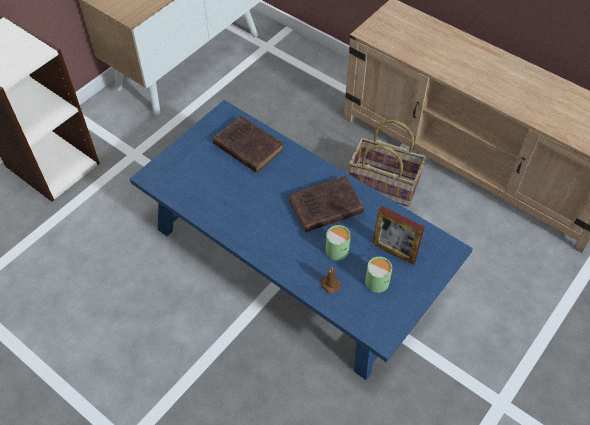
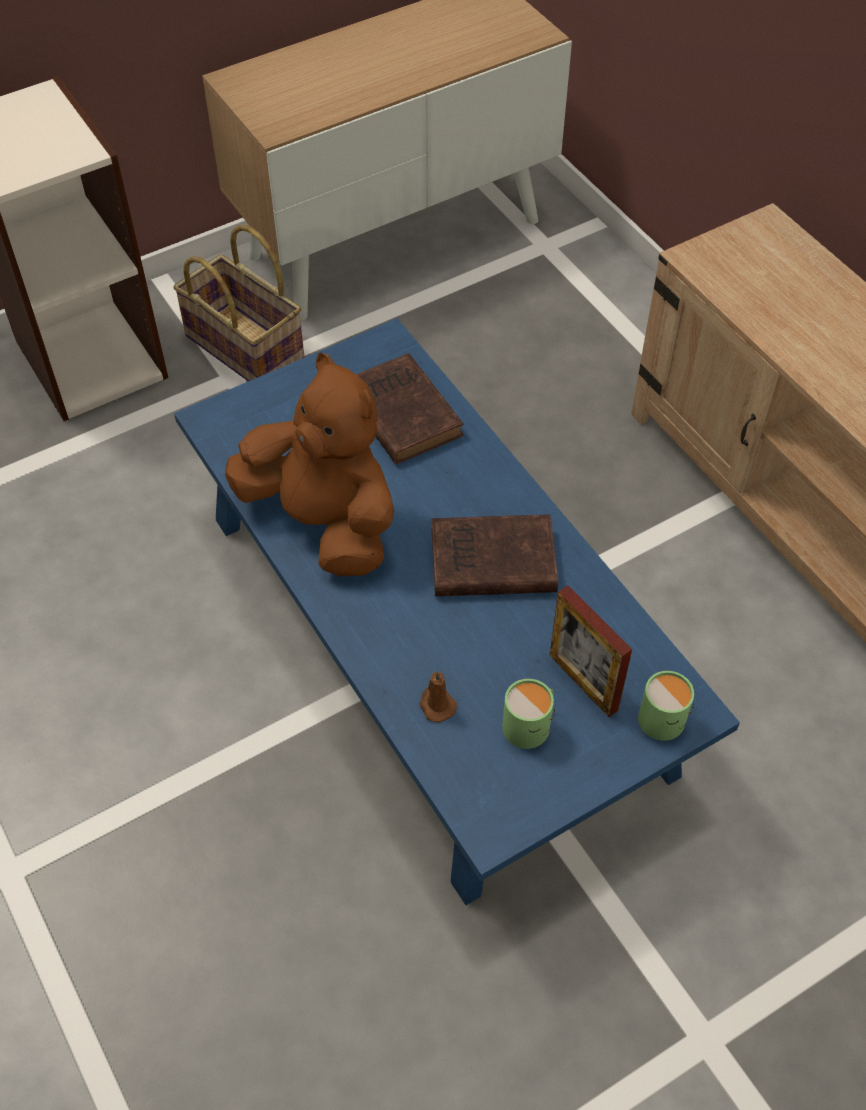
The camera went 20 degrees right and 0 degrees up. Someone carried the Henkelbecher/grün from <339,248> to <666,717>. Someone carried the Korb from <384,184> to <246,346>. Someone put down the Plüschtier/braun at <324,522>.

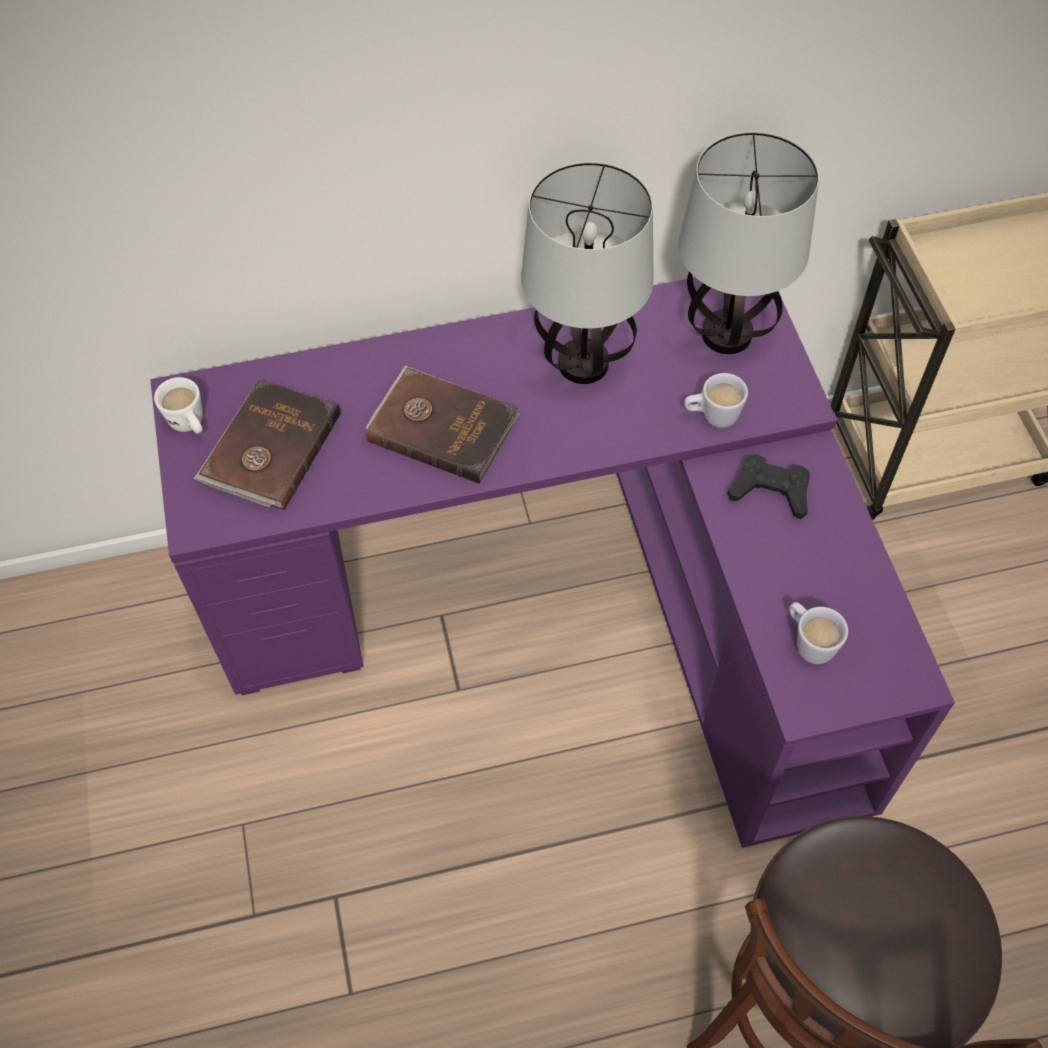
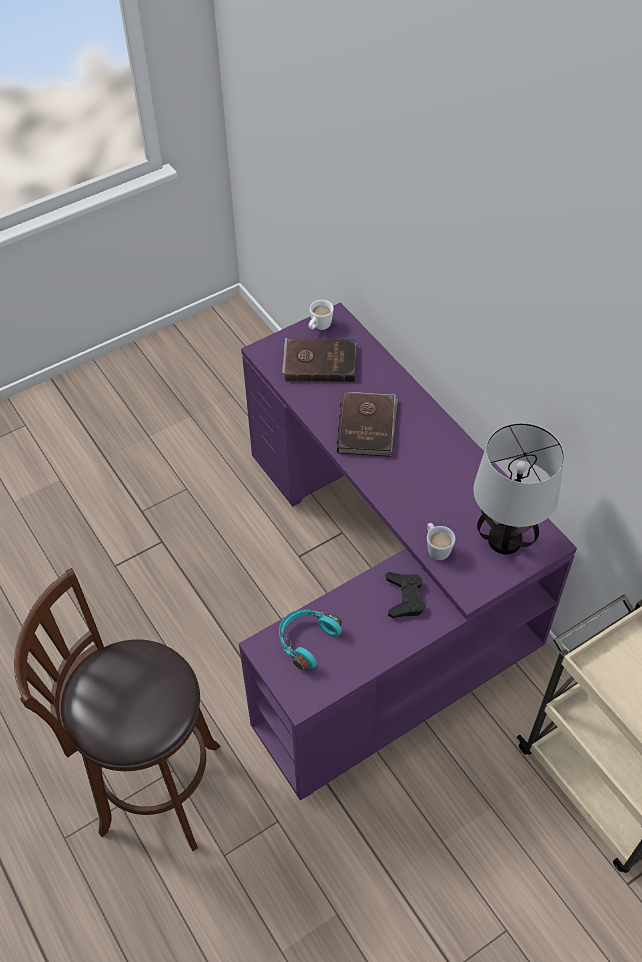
The camera went 70 degrees right and 5 degrees down. Someone took away the Tischlampe at <582,365>. Someone swapped the Henkelbecher/weiß at <808,642> for the Kopfhörer/türkis at <306,640>.

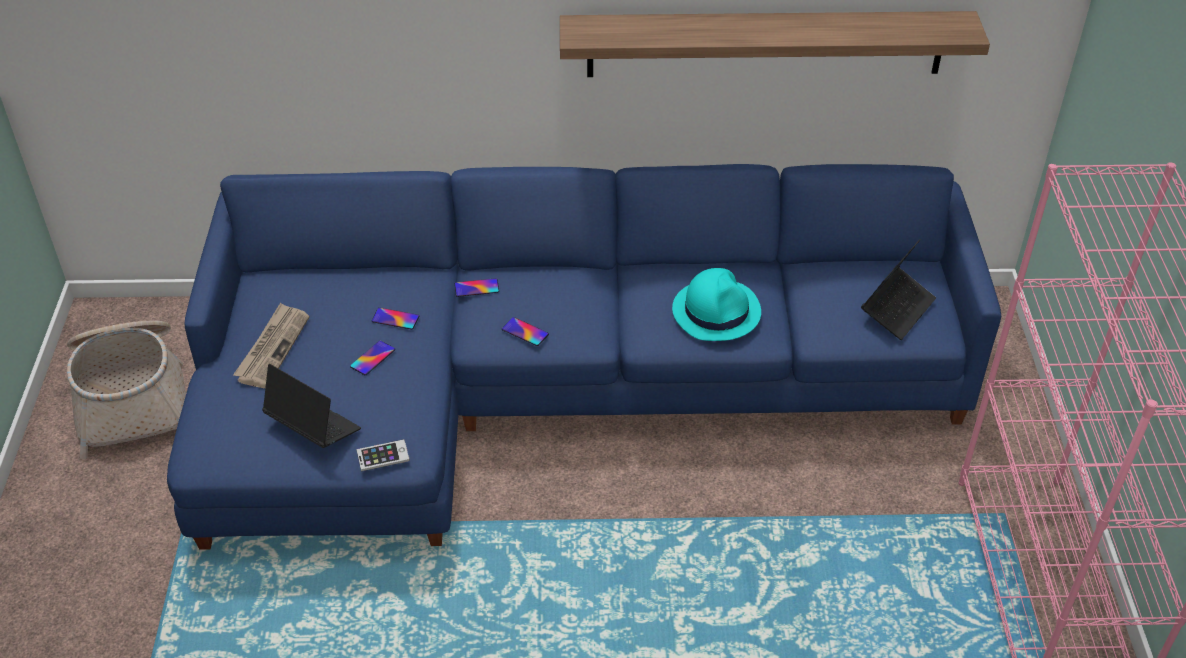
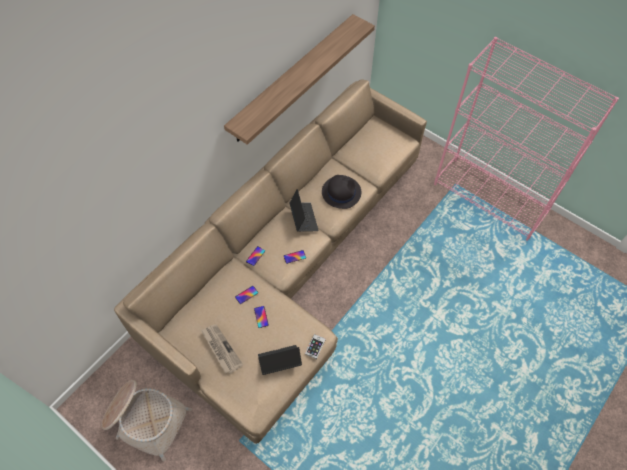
The camera went 50 degrees left and 15 degrees up. Someone repainted the Sofa/blau at <548,389>, which became the Sofa/beige at <286,267>. Someone repainted the Hut/türkis at <716,311>, which became the Hut/schwarz at <341,192>. Someone carried the Laptop from <897,309> to <303,218>.

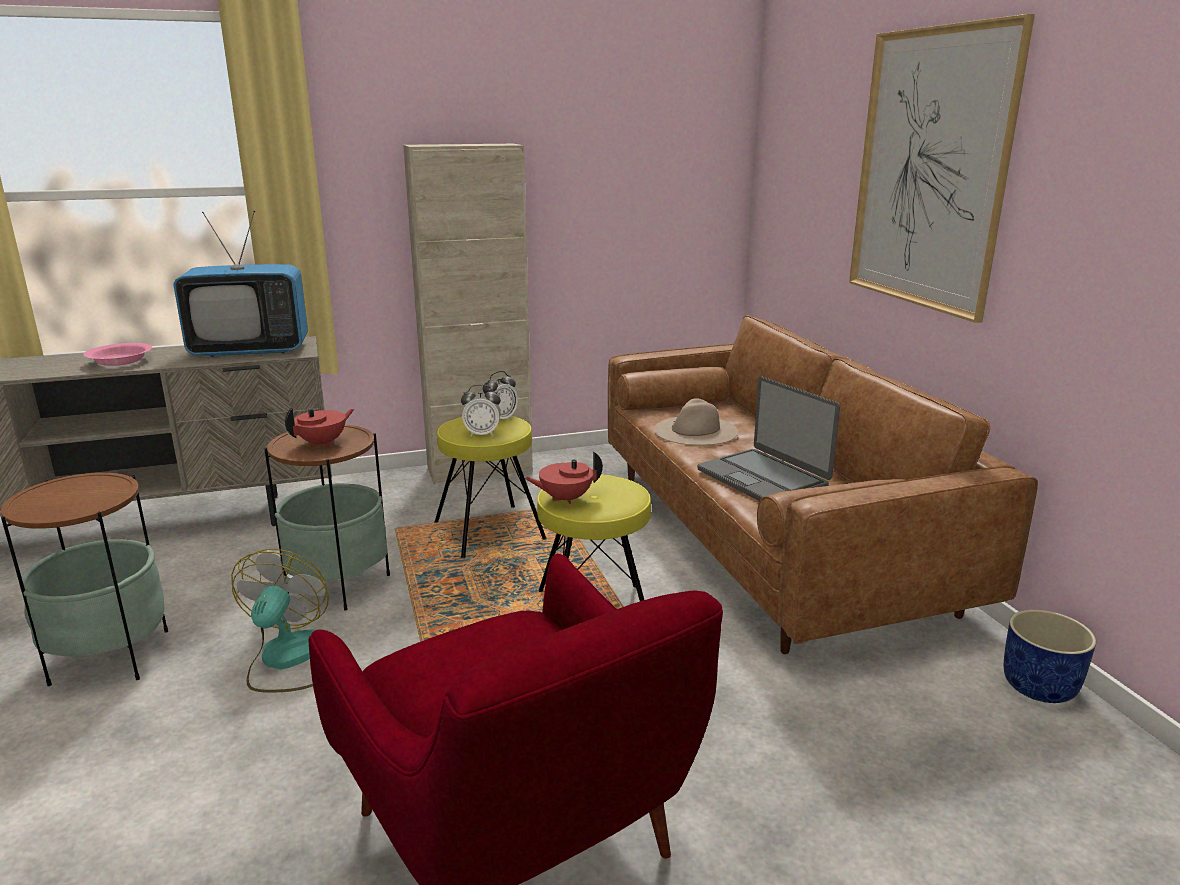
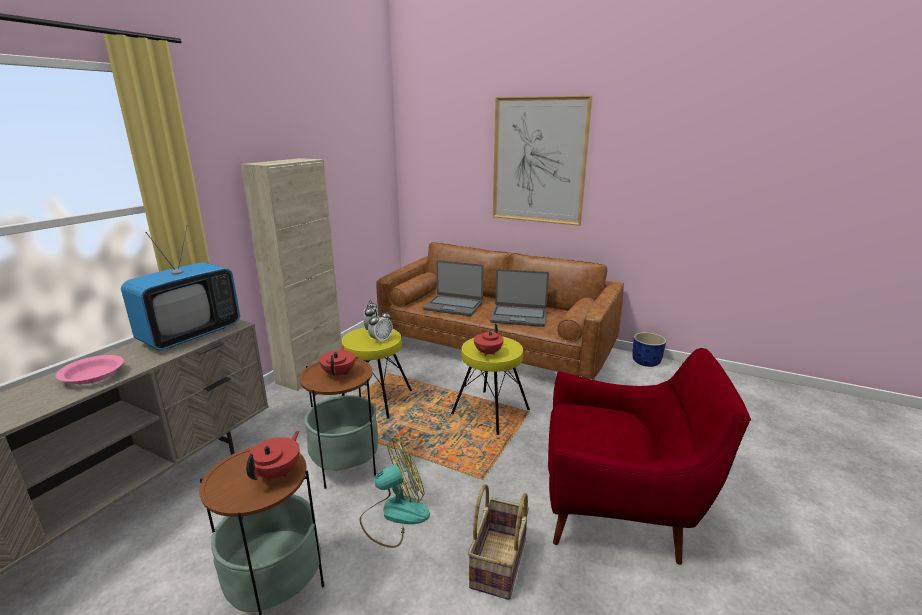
The camera went 45 degrees left and 0 degrees up. Someone rotated the Ventilator at <289,660> by 105 degrees clockwise. Someone swapped the Hut/beige at <695,430> for the Laptop at <453,306>. Someone put down the Teekanne/rot at <278,472>. Someone put down the Korb at <499,563>.

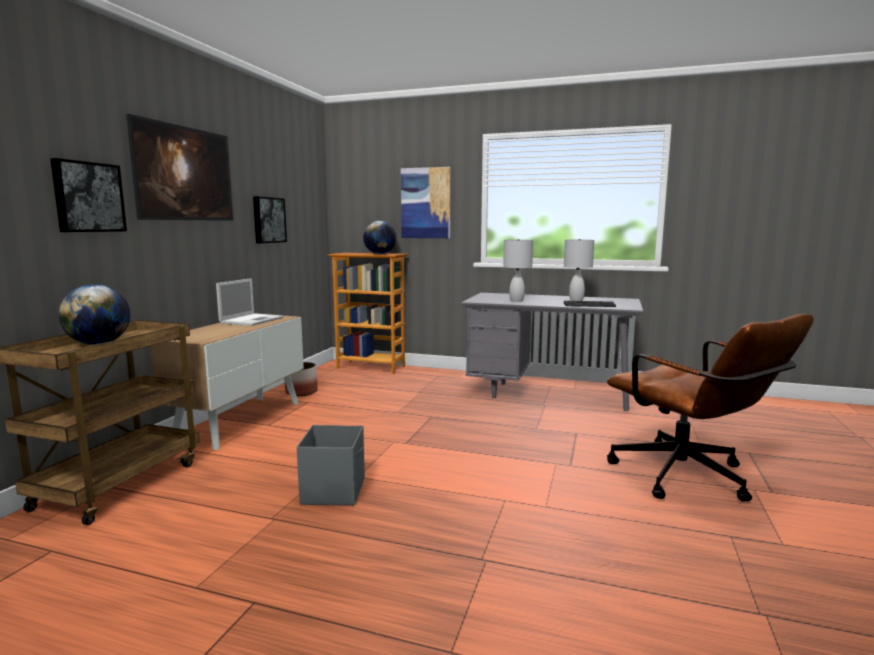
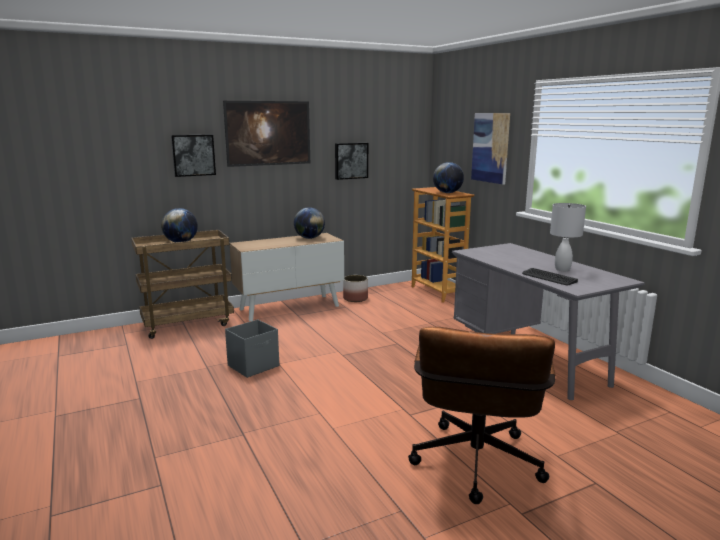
The camera went 45 degrees right and 5 degrees up. Someone swapped the Laptop at <252,320> for the Globus at <309,238>. Someone took away the Tischlampe/weiß at <517,300>.

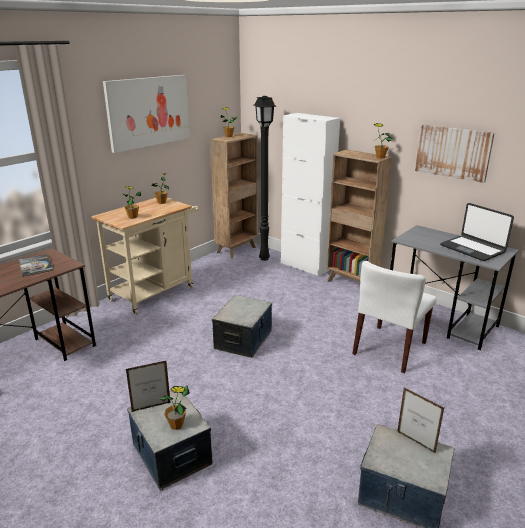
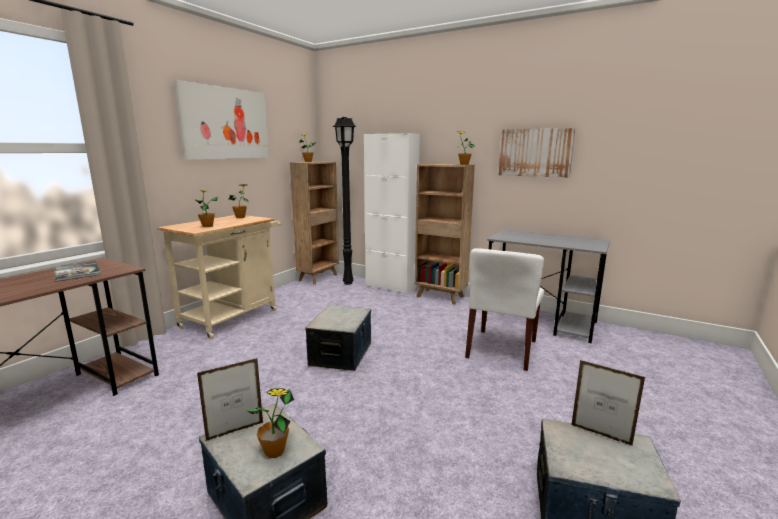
The camera went 10 degrees left and 10 degrees down. Someone took away the Laptop at <472,249>.

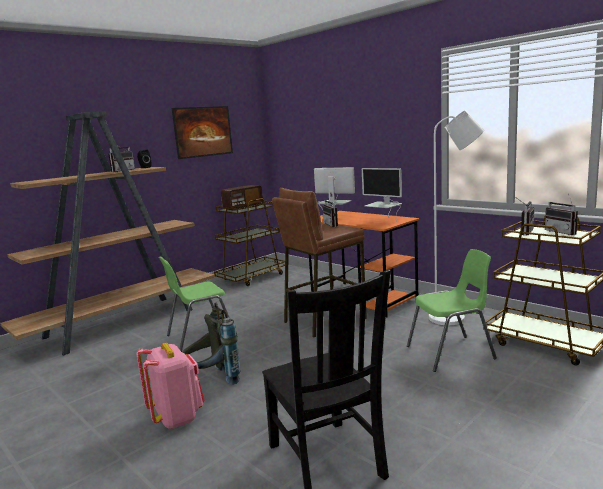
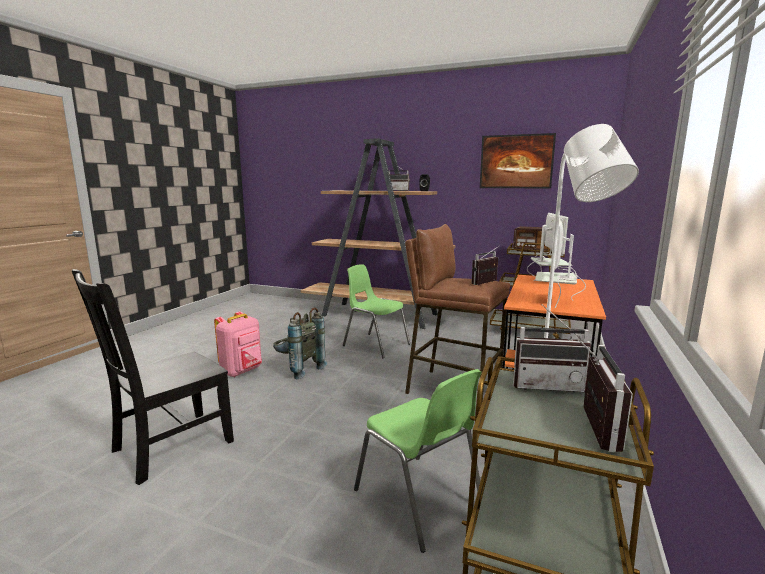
The camera went 65 degrees right and 0 degrees up. Someone rotated the Radio at <563,232> by 150 degrees clockwise.

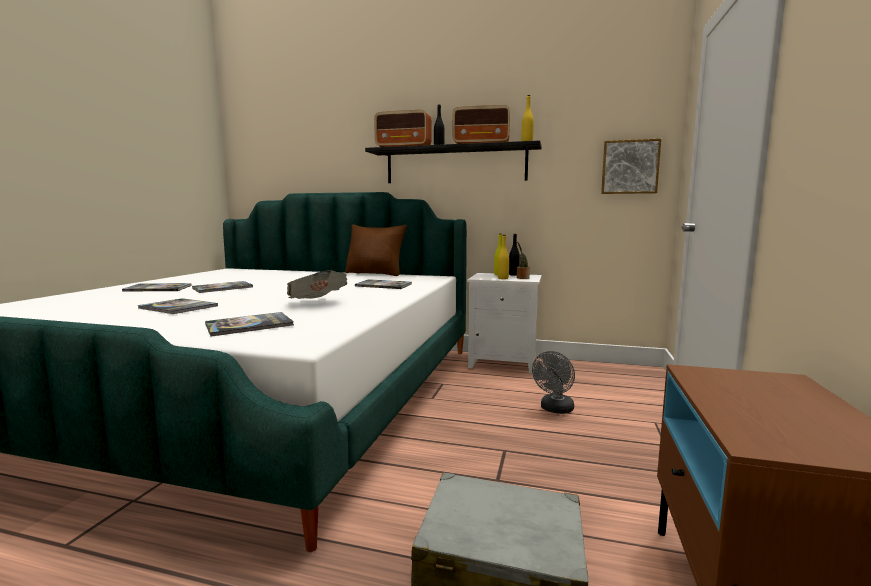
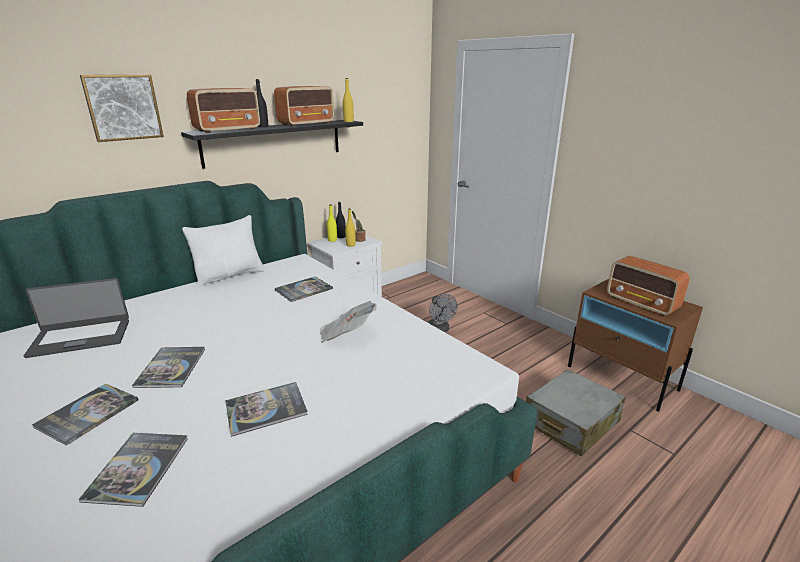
The camera went 55 degrees left and 15 degrees up. Someone carried the Buch from <249,325> to <138,468>. Someone repainted the Kissen/braun at <375,274>, which became the Kissen/weiß at <230,275>. Someone carried the Bild from <630,167> to <123,107>. Someone put down the Laptop at <81,337>. Someone put down the Radio at <642,303>.

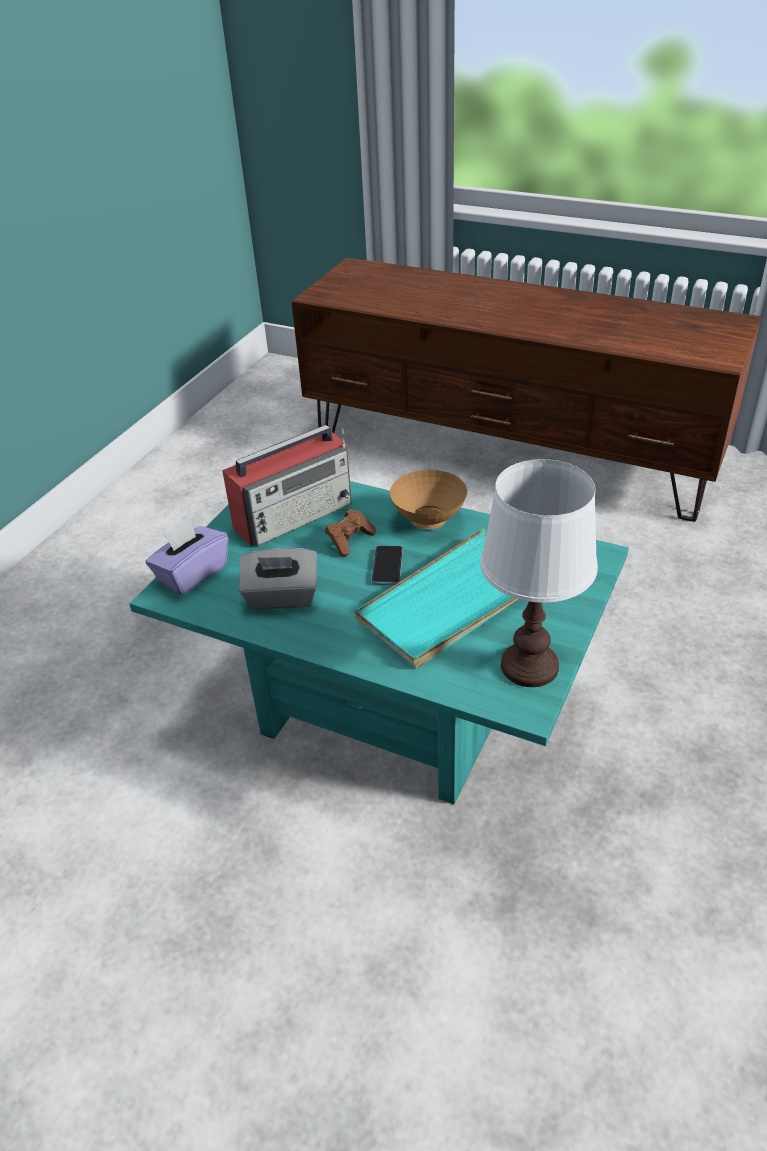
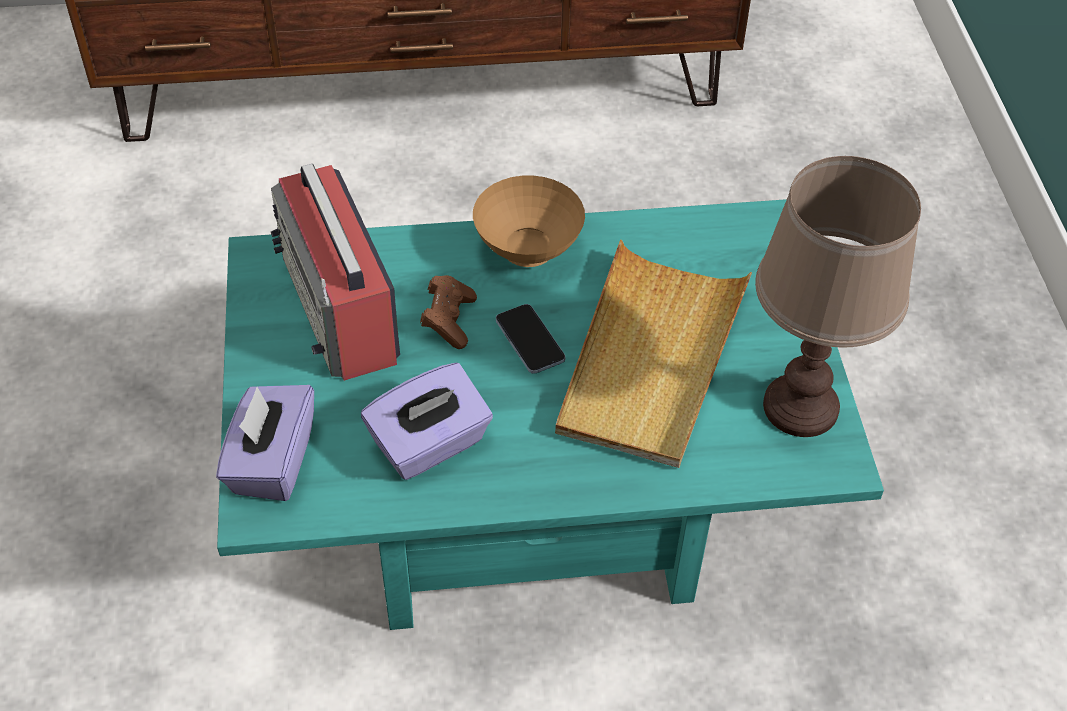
The camera went 35 degrees left and 10 degrees up. Someone rotated the Radio at <295,515> by 135 degrees clockwise. Someone repainted the Taschentuchbox/grau at <282,598>, which became the Taschentuchbox/lila at <430,444>. Someone repainted the Tablett/türkis at <453,603>, which became the Tablett/beige at <650,359>. Someone repainted the Tischlampe/weiß at <530,666>, which became the Tischlampe/braun at <801,407>.

